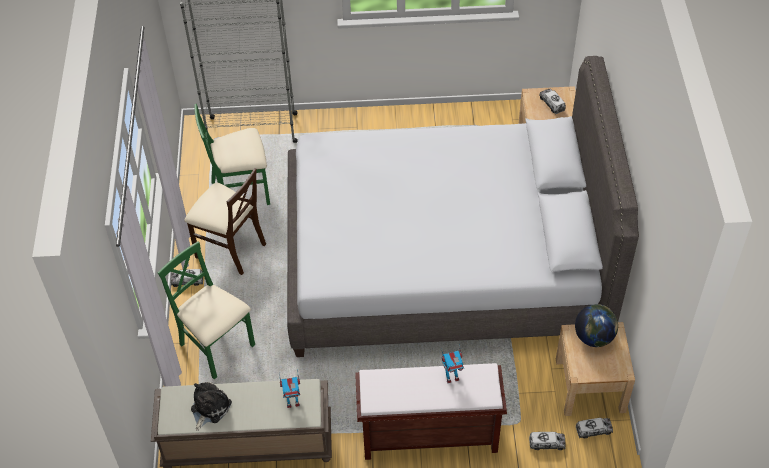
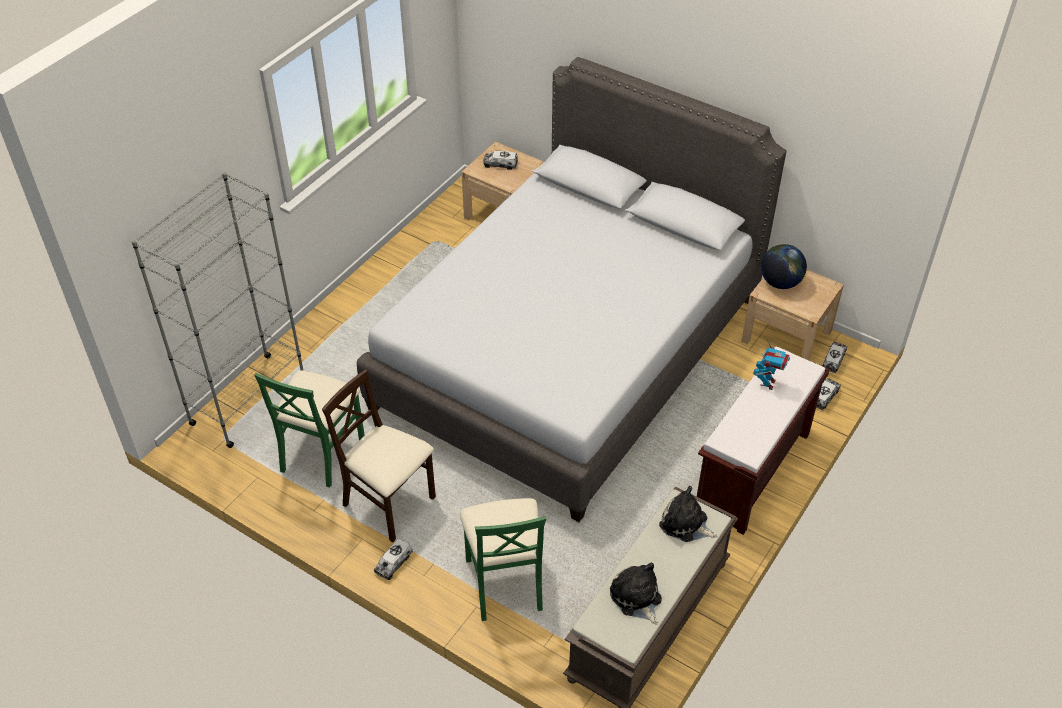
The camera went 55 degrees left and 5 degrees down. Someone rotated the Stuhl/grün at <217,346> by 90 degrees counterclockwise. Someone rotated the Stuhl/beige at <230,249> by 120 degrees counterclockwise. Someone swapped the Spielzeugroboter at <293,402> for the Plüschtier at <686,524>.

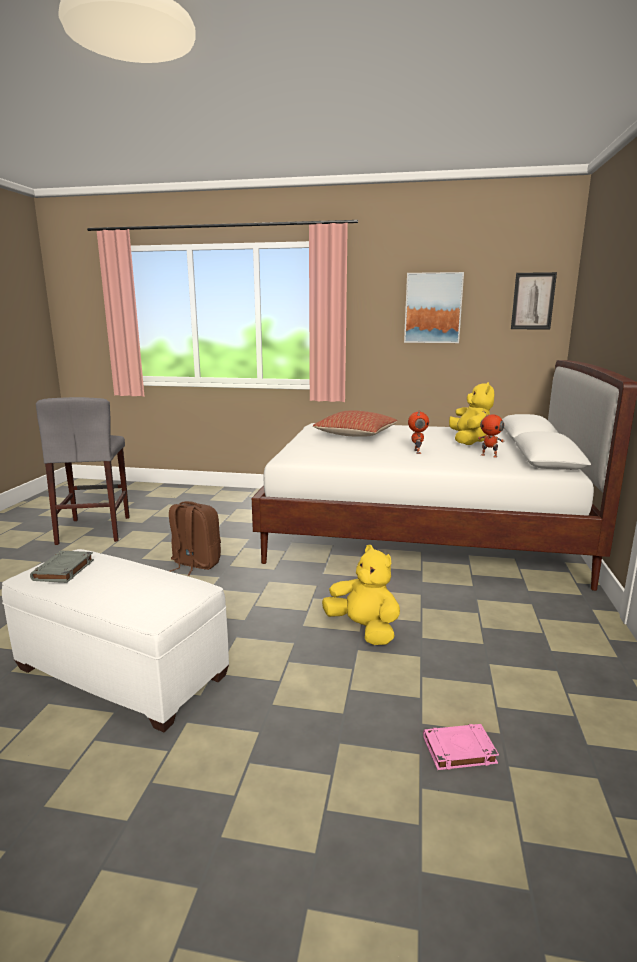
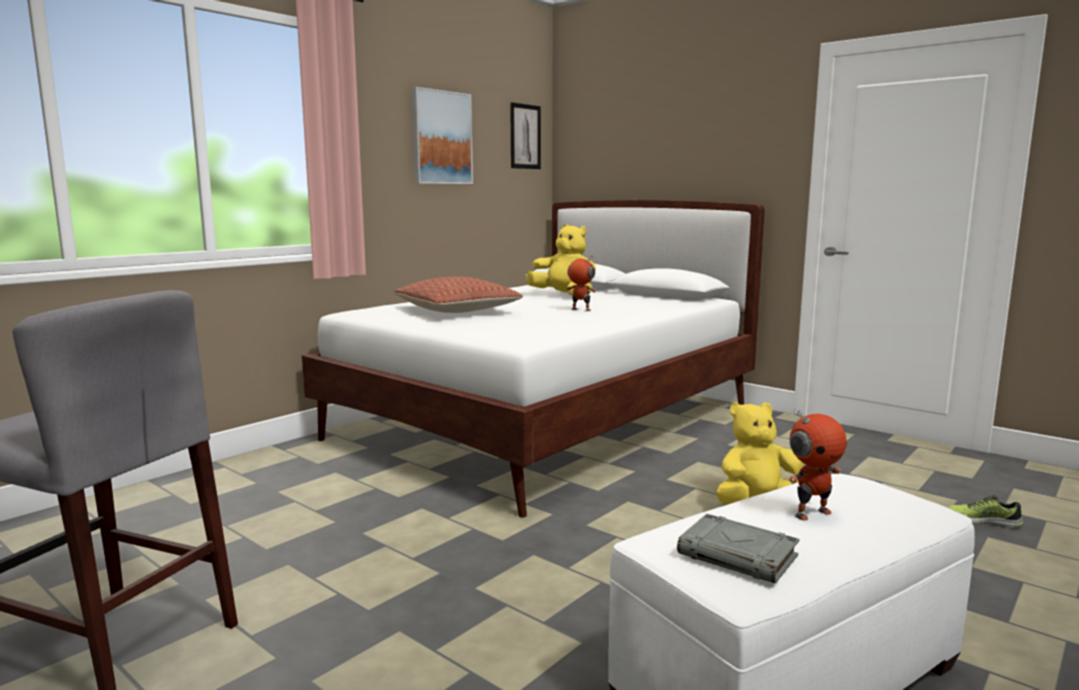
The camera went 60 degrees left and 5 degrees down. Someone took away the Rucksack/braun at <195,564>. Someone swapped the Buch/rosa at <458,750> for the Schuh at <982,520>. Someone carried the Spielzeugroboter from <489,455> to <811,513>.

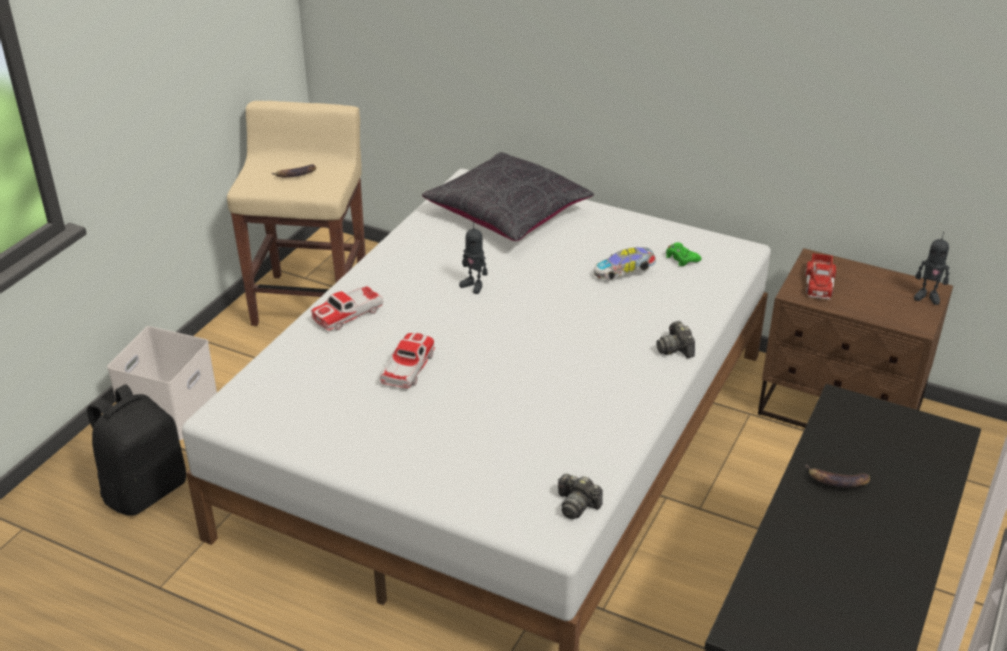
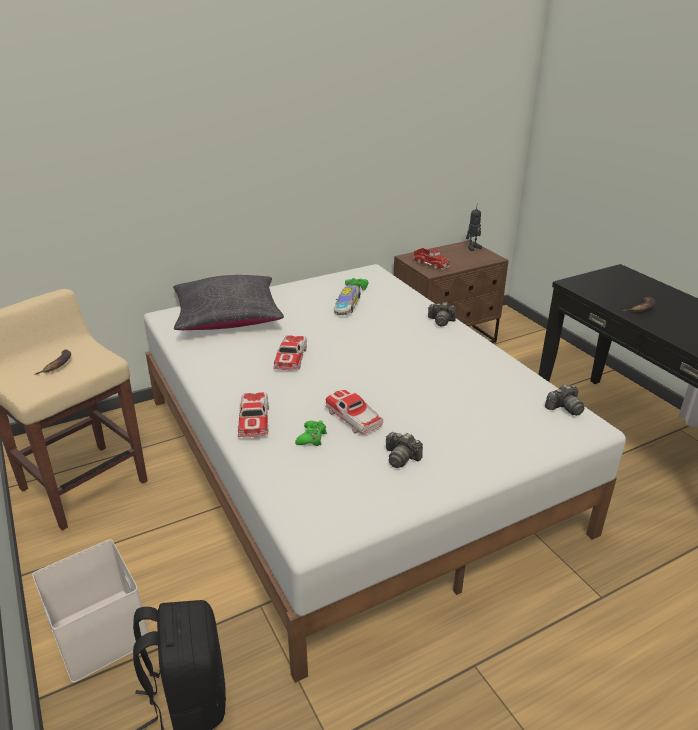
The camera went 55 degrees left and 5 degrees down. Someone swapped the Spielzeugroboter at <474,285> for the Spielzeugauto at <291,358>. Someone put down the Gamepad/grün at <312,438>. Someone put down the Kamera at <401,458>.

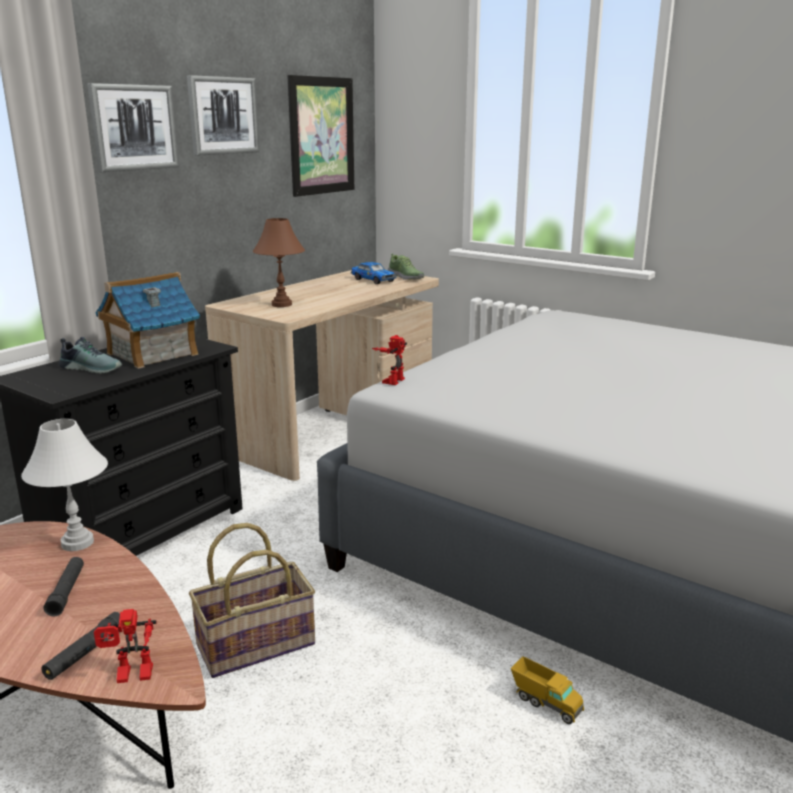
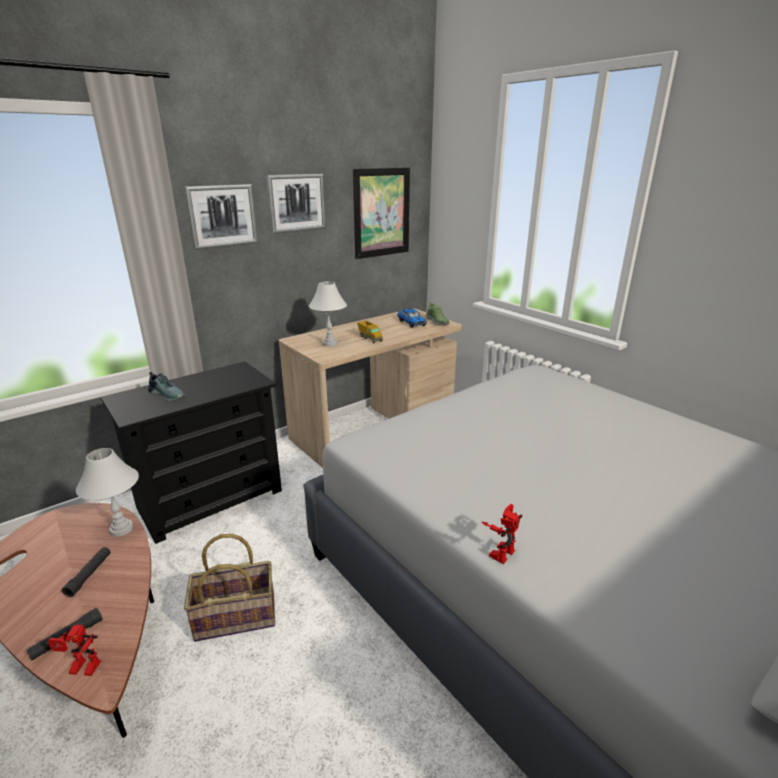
The camera went 15 degrees right and 5 degrees up. Someone took away the Spielzeughaus at <151,354>. Someone repainted the Tischlampe/braun at <282,304>, which became the Tischlampe/weiß at <330,343>. Someone carried the Spielzeugroboter from <391,380> to <499,550>. Someone carried the Spielzeuglaster from <545,703> to <370,338>.

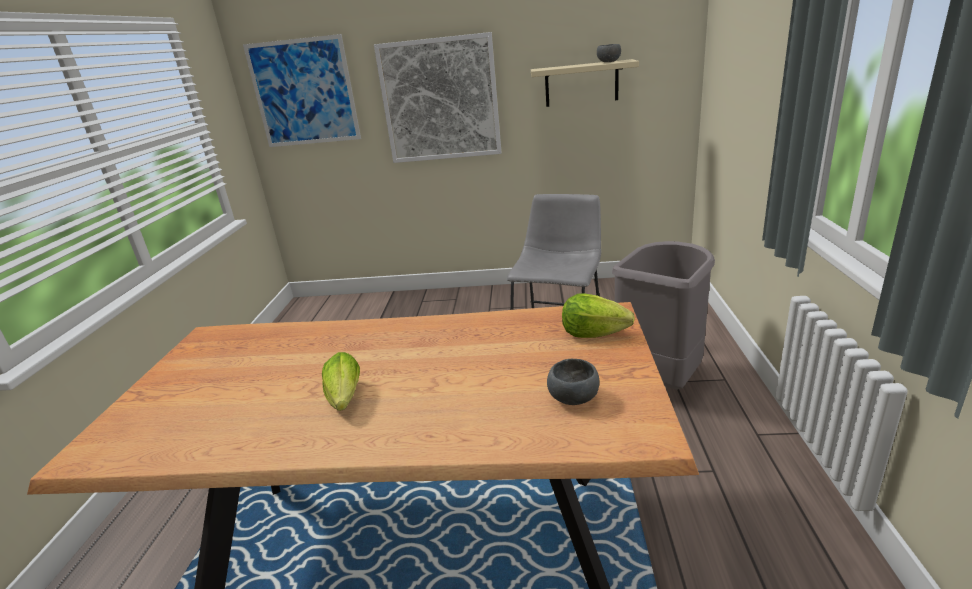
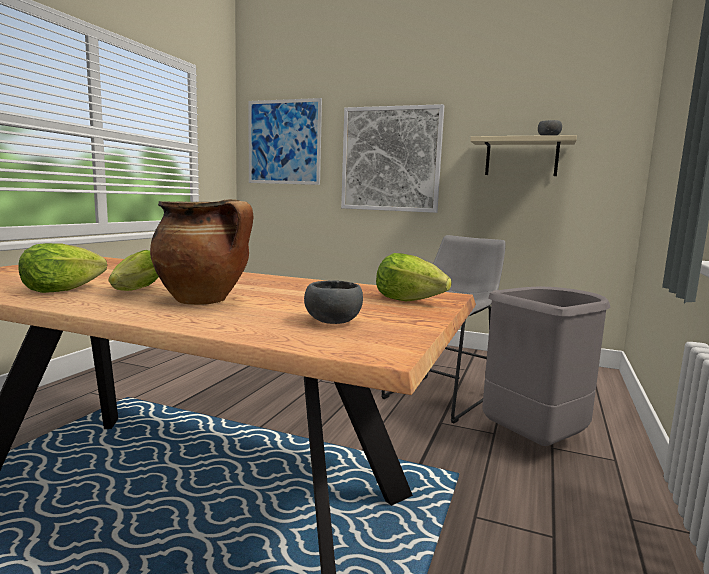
The camera went 15 degrees right and 15 degrees down. Someone put down the Salatkopf at <61,290>. Someone put down the Kochtopf at <204,301>.

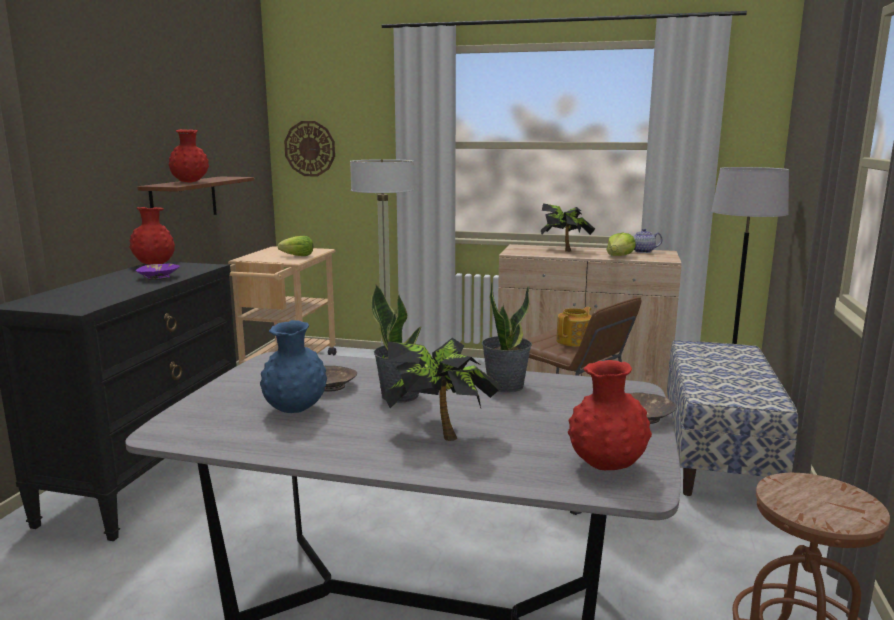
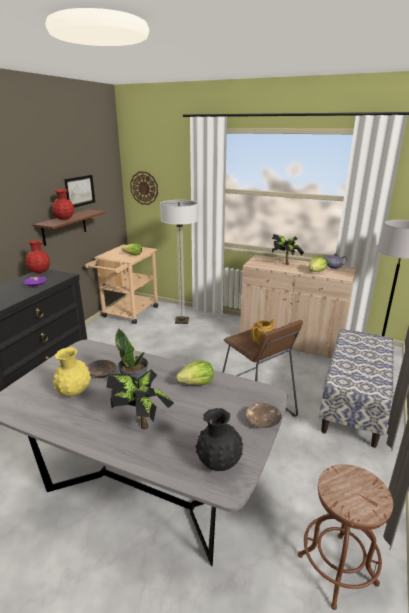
The camera went 10 degrees right and 10 degrees up. Someone repainted the Vase/blau at <295,410>, which became the Vase/gelb at <74,393>. Someone swapped the Topfpflanze at <505,385> for the Salatkopf at <196,383>. Someone repainted the Vase/rot at <606,466>, which became the Vase/schwarz at <219,464>. Someone put up the Bild at <80,191>.

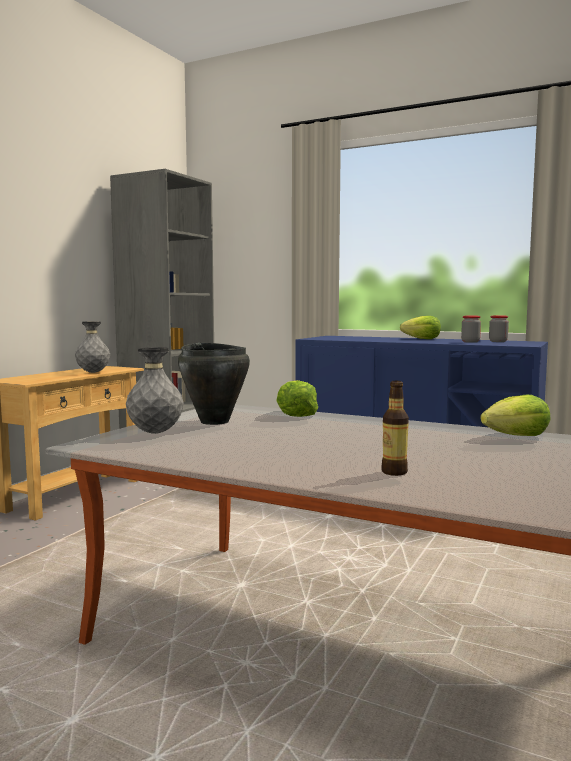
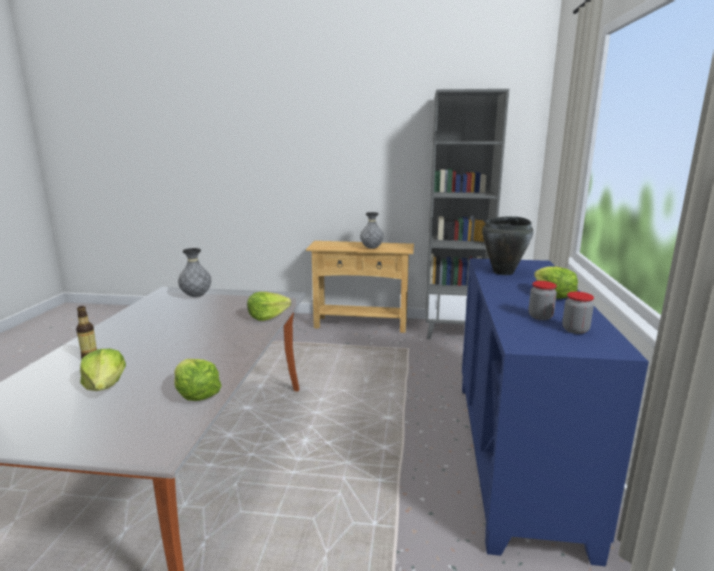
The camera went 70 degrees right and 10 degrees up. Someone carried the Kochtopf/schwarz from <215,421> to <504,272>. Someone put down the Salatkopf at <105,386>.

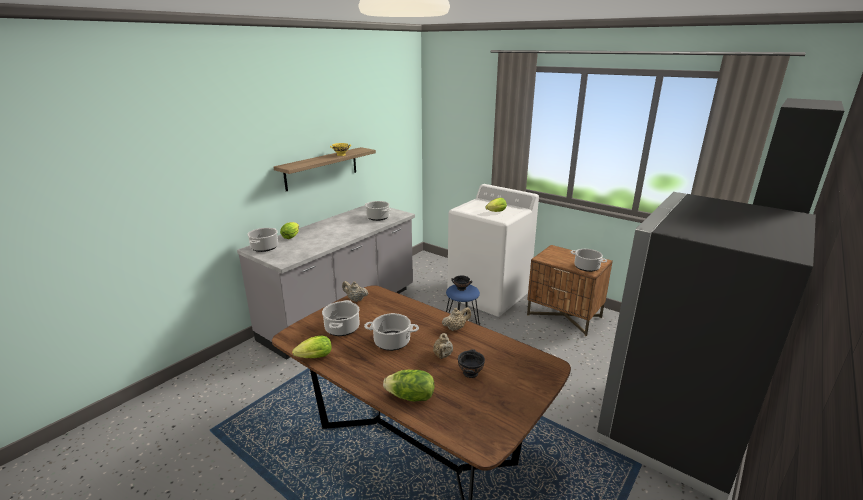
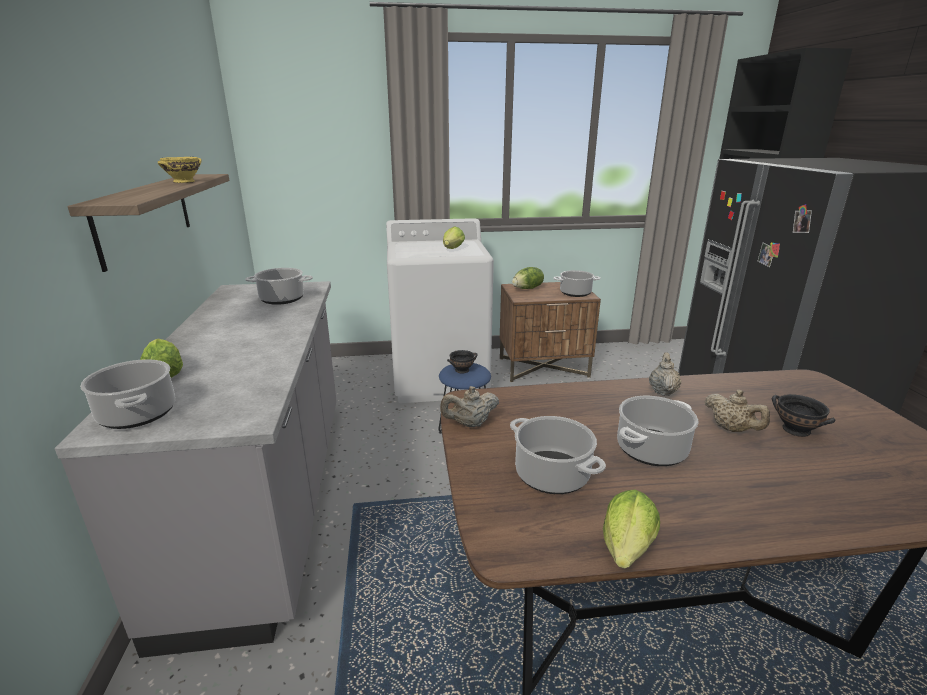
The camera went 45 degrees left and 0 degrees up. Someone carried the Salatkopf from <410,397> to <528,288>.

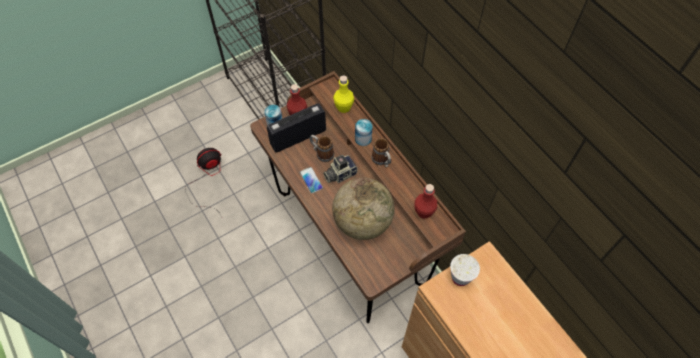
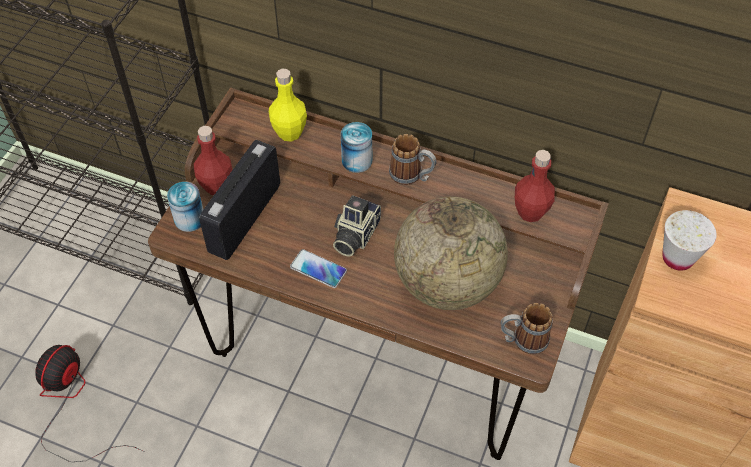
The camera went 35 degrees left and 5 degrees down. Someone carried the Henkelbecher from <322,153> to <522,340>.

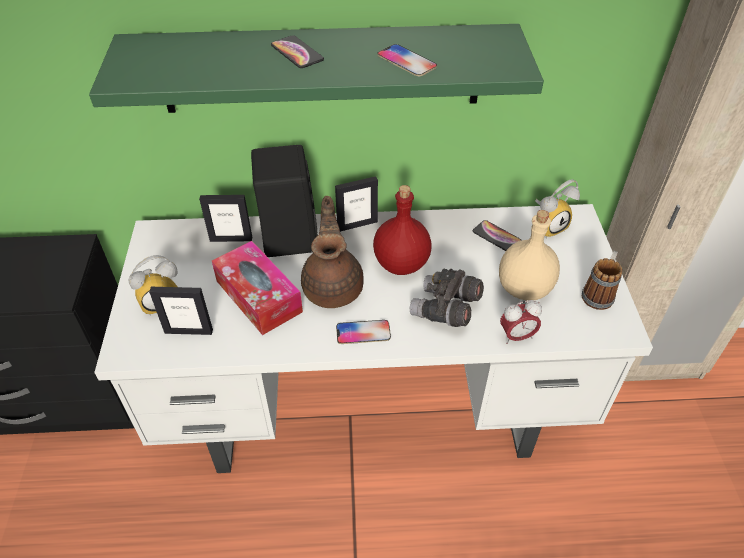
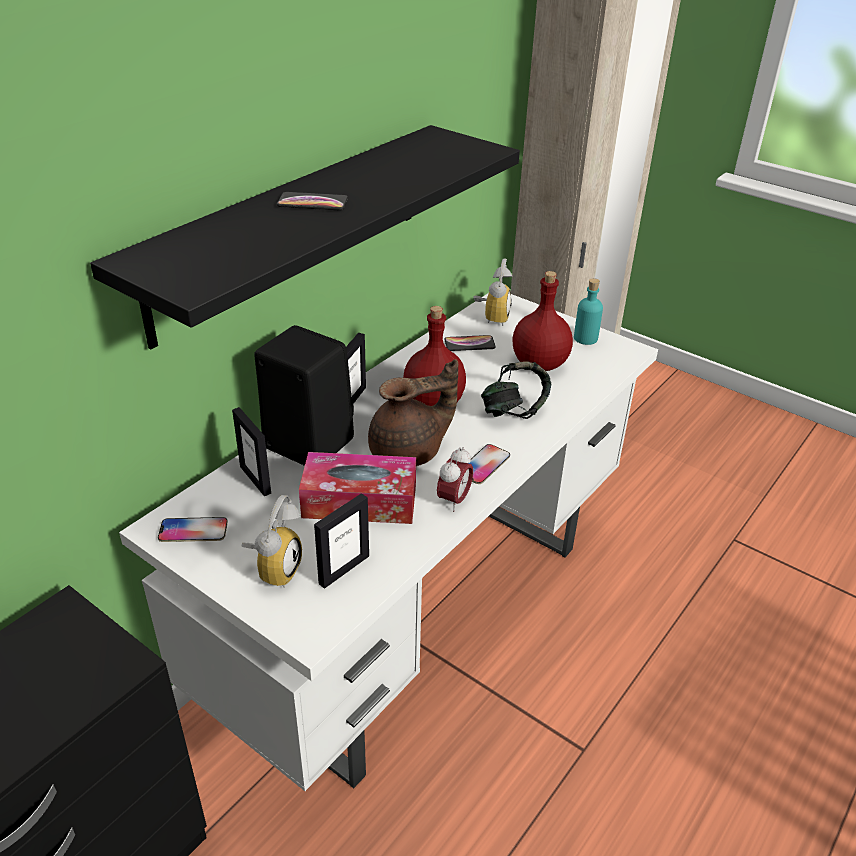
The camera went 50 degrees left and 10 degrees down. Someone repainted the Wandregal/grün at <321,69>, which became the Wandregal/schwarz at <292,229>. Someone rotated the Bilderrahmen at <231,239> by 105 degrees clockwise. Someone rotated the Teekanne/braun at <333,286> by 120 degrees clockwise. Someone carried the Handy from <406,61> to <193,530>. Someone swapped the Fernglas/grau at <445,310> for the Kopfhörer at <513,411>. Someone repainted the Flasche/beige at <523,289>, which became the Flasche/rot at <539,365>. Someone carried the Wecker from <516,336> to <454,500>. Someone swapped the Henkelbecher at <599,293> for the Flasche/türkis at <585,338>.

